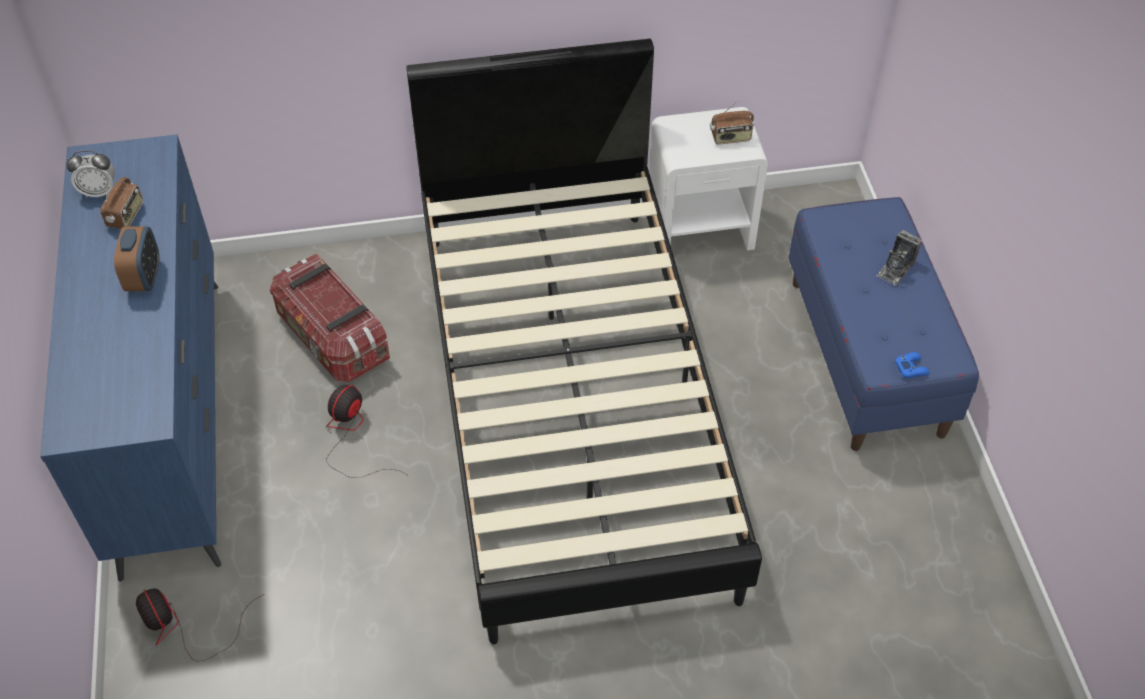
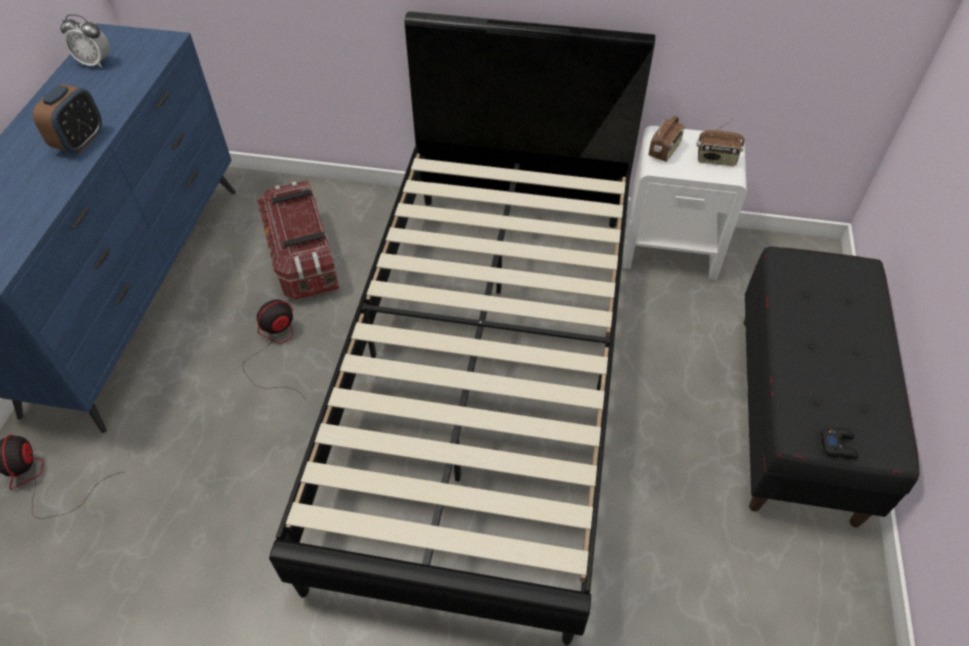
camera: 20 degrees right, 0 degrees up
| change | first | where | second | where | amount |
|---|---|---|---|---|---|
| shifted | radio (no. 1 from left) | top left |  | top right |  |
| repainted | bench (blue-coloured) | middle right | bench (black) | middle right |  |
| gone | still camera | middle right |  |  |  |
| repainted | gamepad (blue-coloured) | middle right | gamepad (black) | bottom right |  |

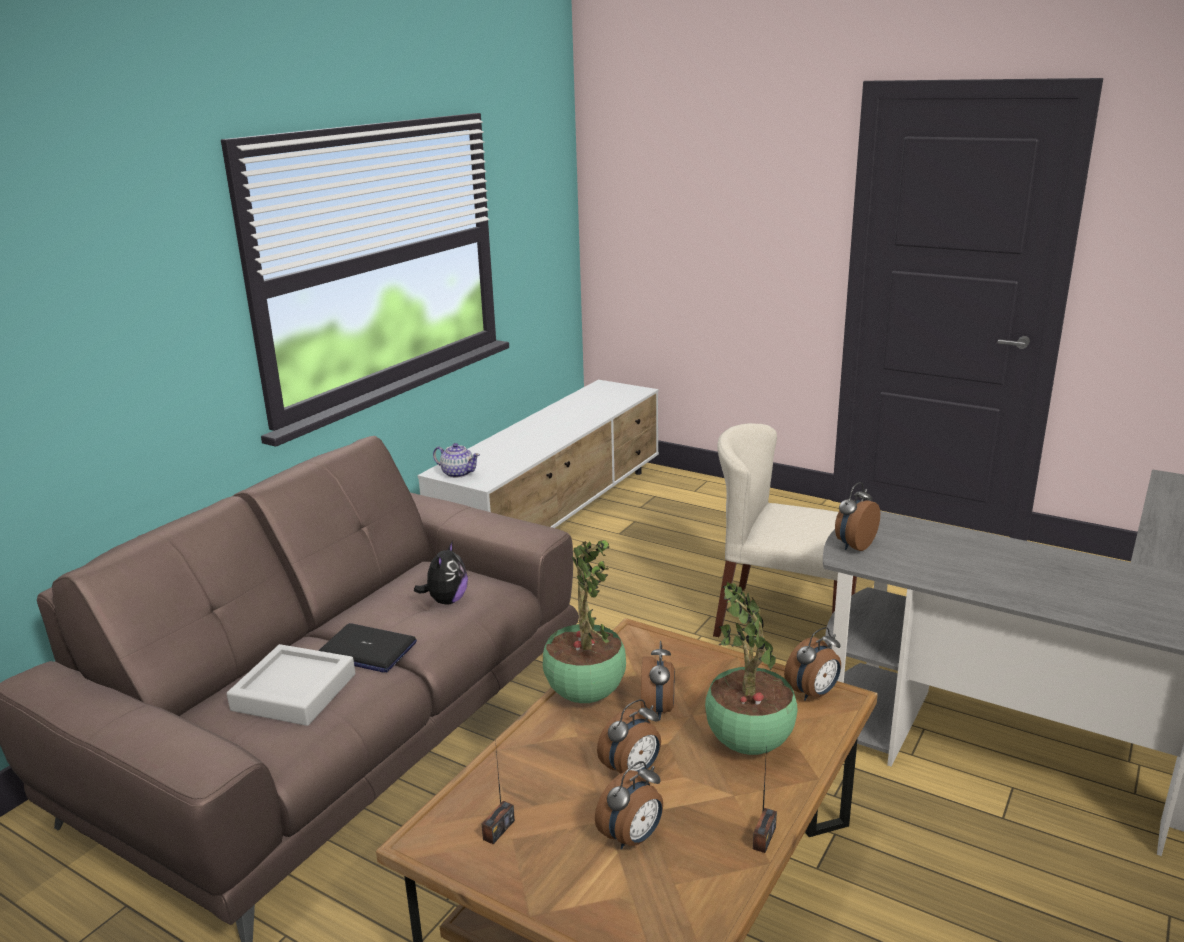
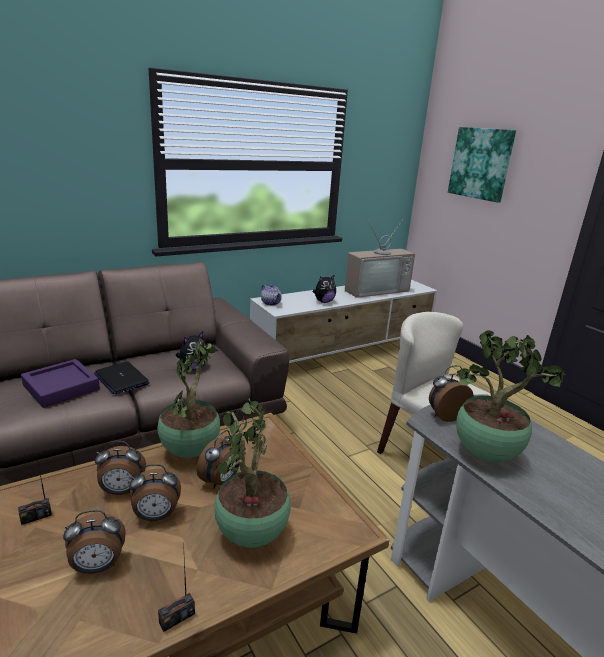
camera: 25 degrees right, 0 degrees up
| change | first | where | second | where | amount |
|---|---|---|---|---|---|
| repainted | tray (greyish) | bottom left | tray (purplish) | middle left |  |
| shifted | alarm clock (no. 4 from left in the first image) | bottom right | alarm clock (no. 2 from left) | bottom left |  |
| new |  |  | cuddly toy (no. 2 from left) | centre |  |
| new |  |  | TV set | centre |  |
| new |  |  | wall picture | top right |  |
| new |  |  | plant in a pot (no. 3 from left) | middle right |  |

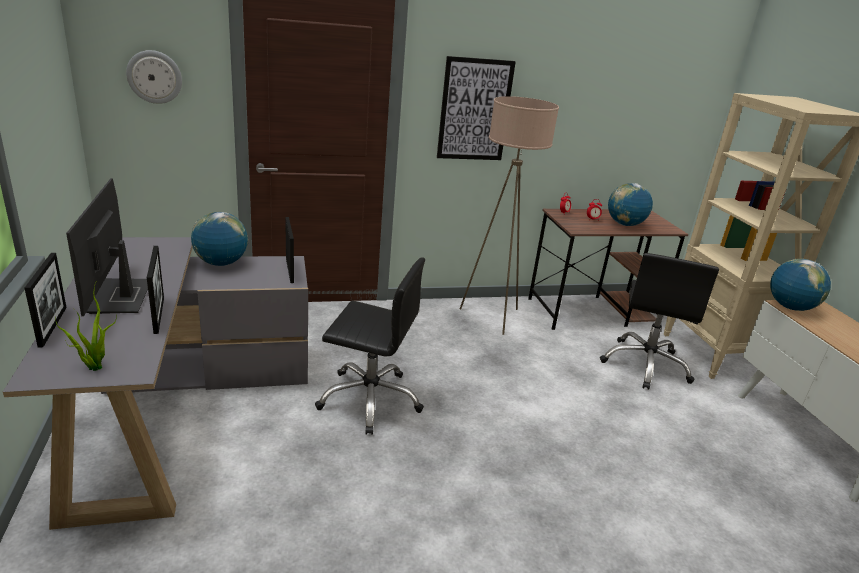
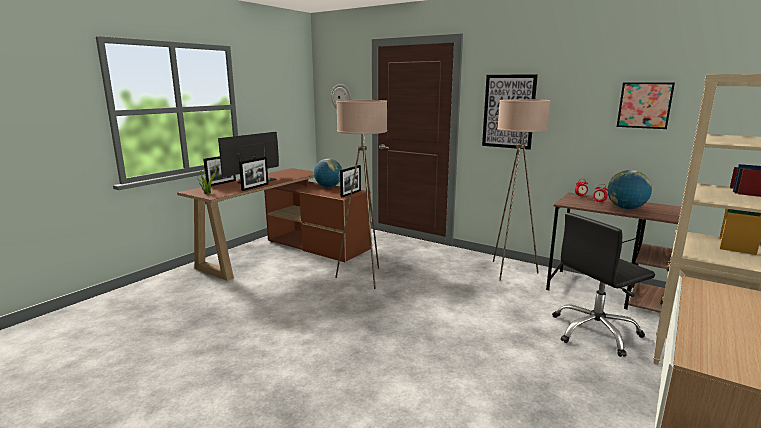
camera: 50 degrees right, 10 degrees down
| change | first | where | second | where | amount |
|---|---|---|---|---|---|
| repainted | desk table (greyish) | bottom left | desk table (brownish) (no. 1 from left) | centre |  |
| swapped | computer chair (black) (no. 1 from left) | centre | floor lamp (beige-coloured) (no. 1 from left) | centre |  |
| gone | desk globe (no. 3 from left) | middle right |  |  |  |
| new |  |  | wall picture (no. 2 from left) | top right |  |

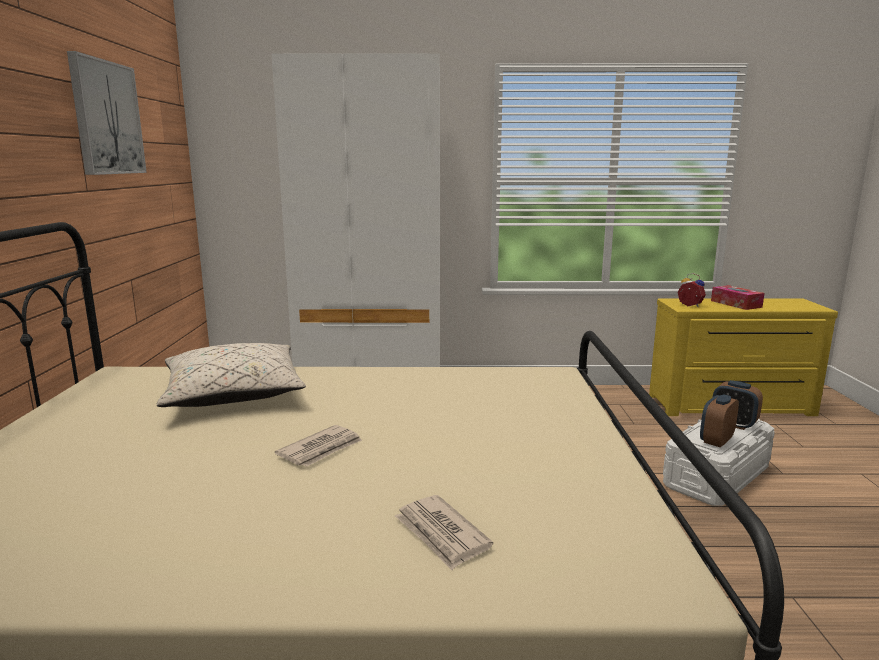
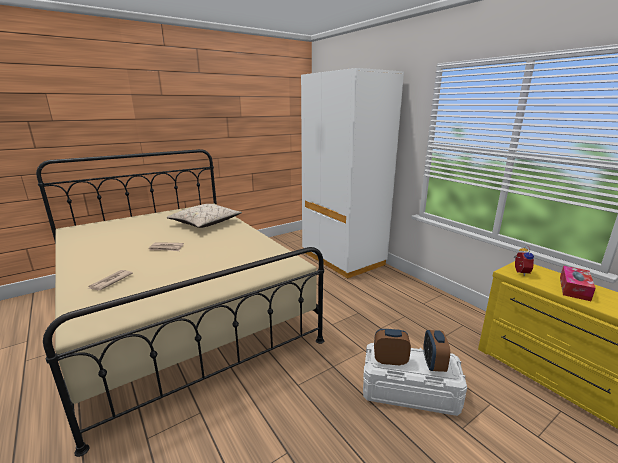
camera: 55 degrees right, 5 degrees up
| change | first | where | second | where | amount |
|---|---|---|---|---|---|
| gone | wall picture | top left |  |  |  |

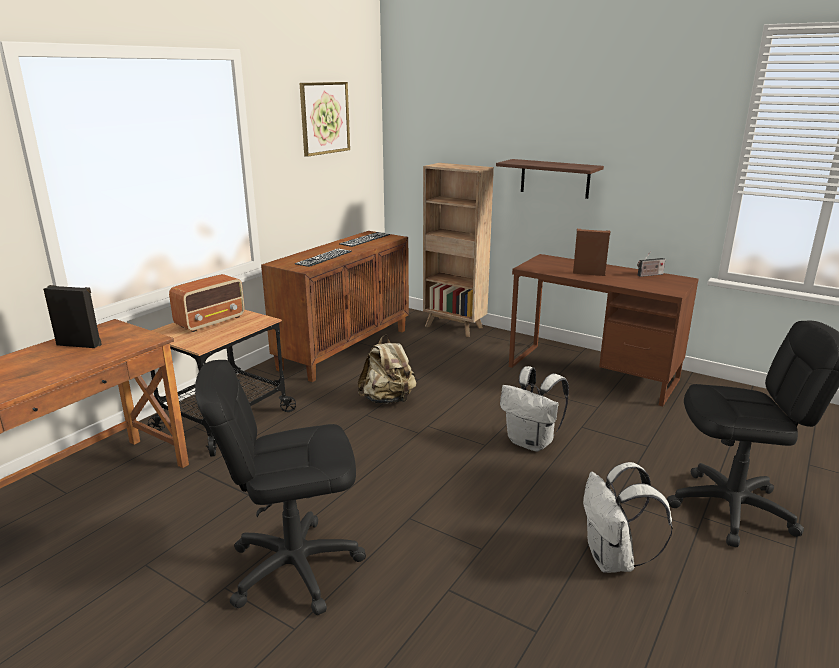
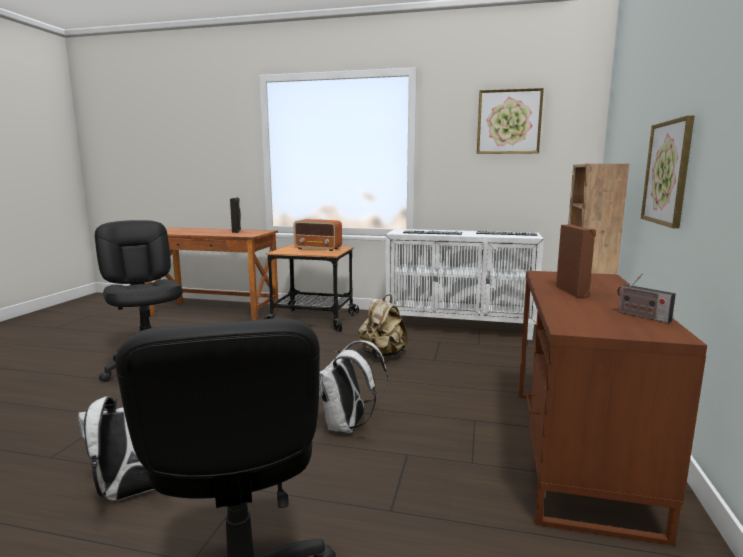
camera: 70 degrees right, 10 degrees down
| change | first | where | second | where | amount |
|---|---|---|---|---|---|
| repainted | storage cabinet (brownish) | centre | storage cabinet (white-coloured) | centre |  |
| swapped | shelf | top centre | wall picture (no. 2 from left) | top right |  |

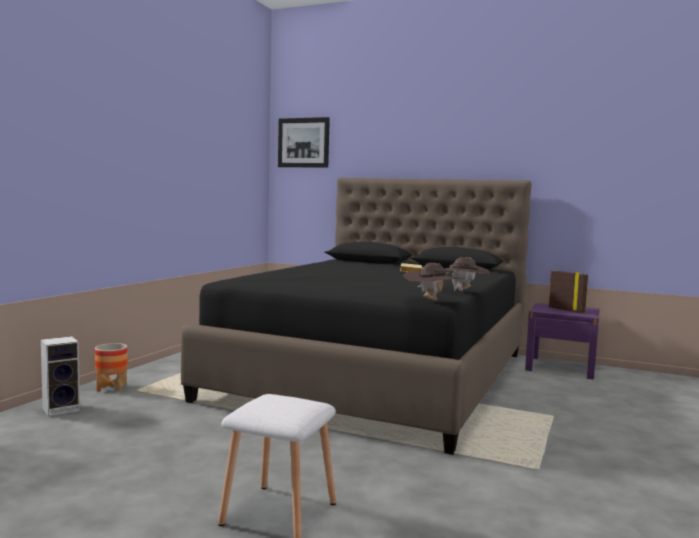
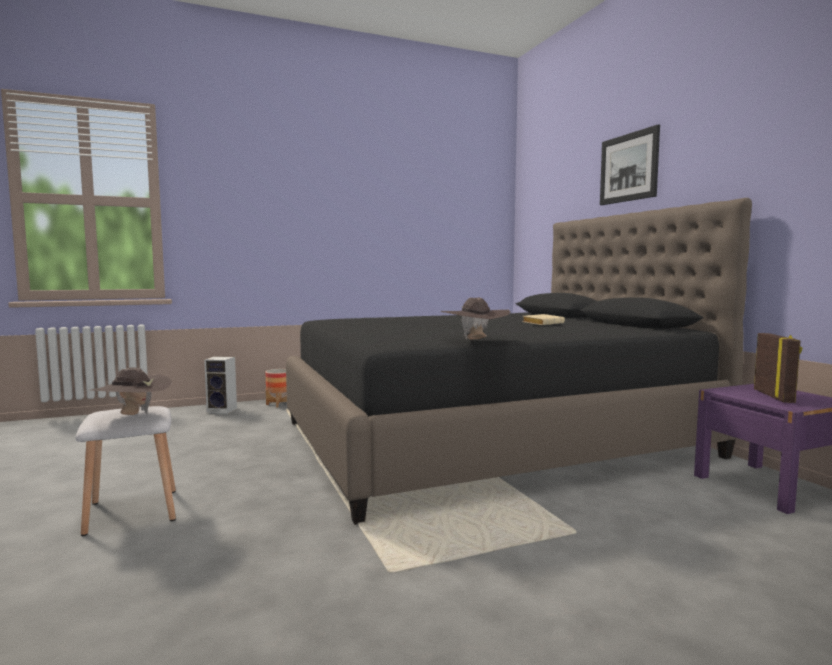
camera: 45 degrees right, 0 degrees up
| change | first | where | second | where | amount |
|---|---|---|---|---|---|
| shifted | wall picture | top centre |  | top right |  |
| shifted | wearable hat (brownish) (no. 1 from left) | centre |  | middle left |  |

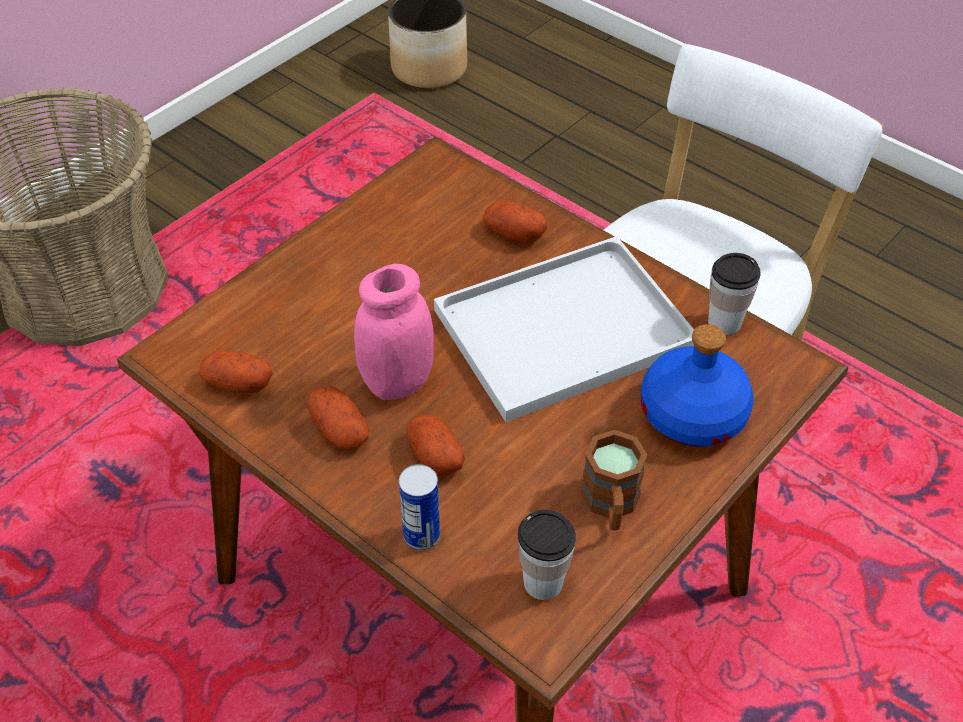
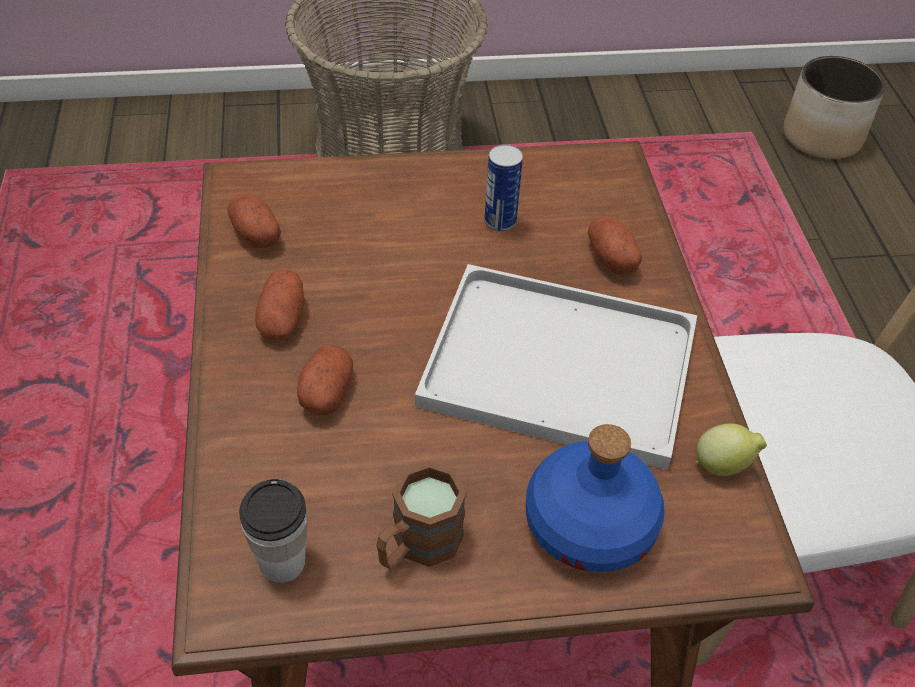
camera: 40 degrees right, 0 degrees up
| change | first | where | second | where | amount |
|---|---|---|---|---|---|
| gone | storage jar (pinkish) | centre |  |  |  |
| shifted | sealed can | bottom centre |  | top centre |  |
| swapped | drinking cup (no. 2 from left) | middle right | lemon | middle right |  |

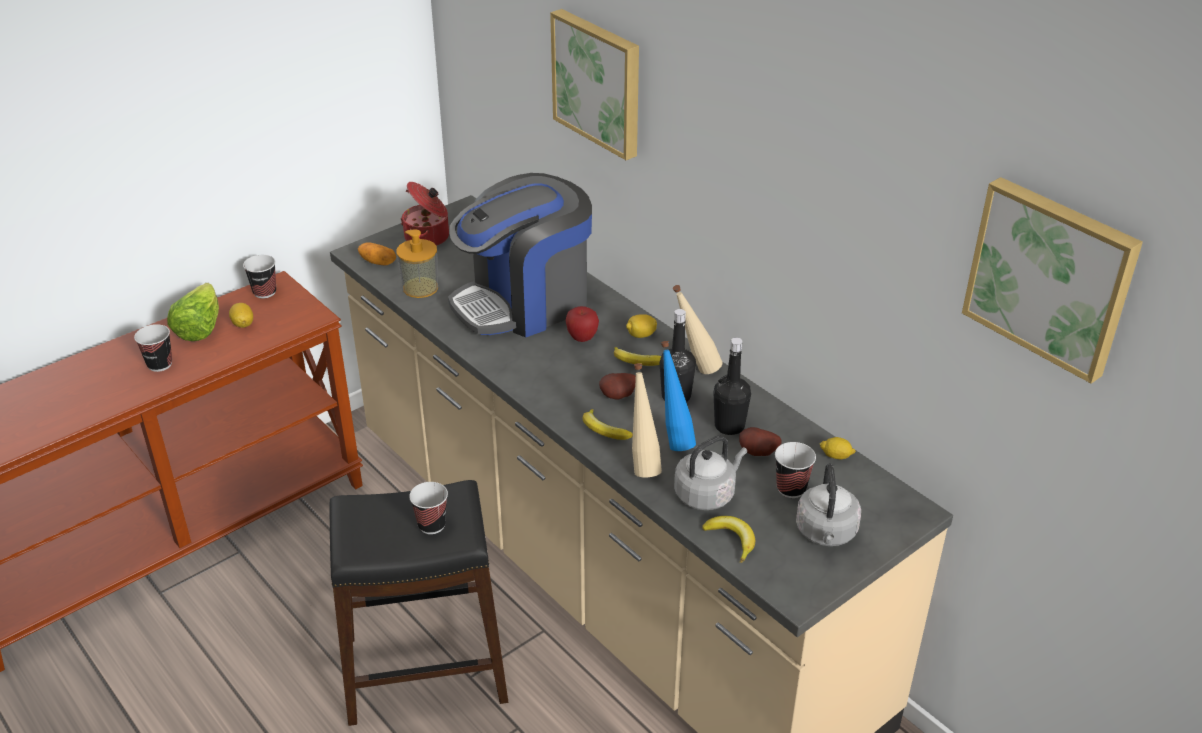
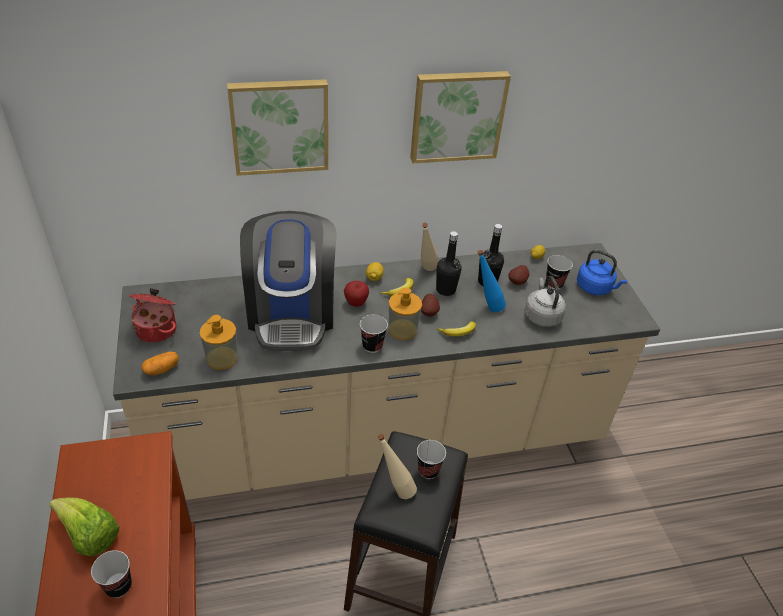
camera: 65 degrees left, 5 degrees up
| change | first | where | second | where | amount |
|---|---|---|---|---|---|
| gone | lemon (no. 1 from left) | middle left |  |  |  |
| shifted | drinking cup (no. 2 from left) | middle left |  | centre |  |
| shifted | beverage bottle (beige-coloured) (no. 1 from left) | centre |  | bottom centre |  |
| gone | whole banana (no. 3 from left) | bottom centre |  |  |  |
| repainted | kettle (greyish) (no. 2 from left) | bottom right | kettle (blue-coloured) | middle right |  |
| shifted | wall picture (no. 2 from left) | middle right |  | top centre |  |
| new |  |  | liquid soap bottle (no. 2 from left) | centre |  |

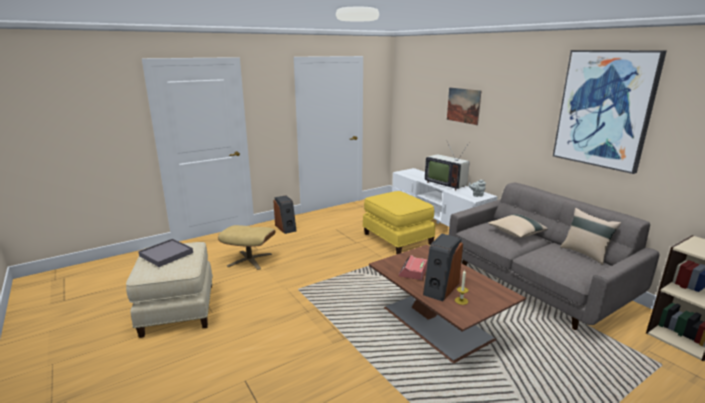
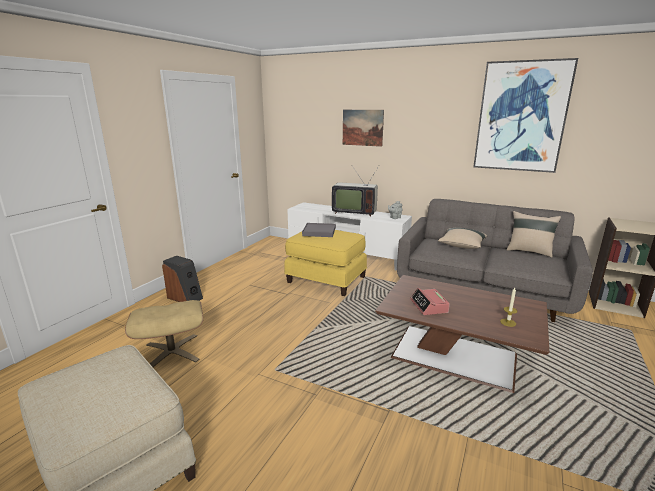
camera: 30 degrees left, 0 degrees up
| change | first | where | second | where | amount |
|---|---|---|---|---|---|
| shifted | tray (greyish) | middle left |  | centre |  |
| gone | speaker (no. 2 from left) | centre |  |  |  |

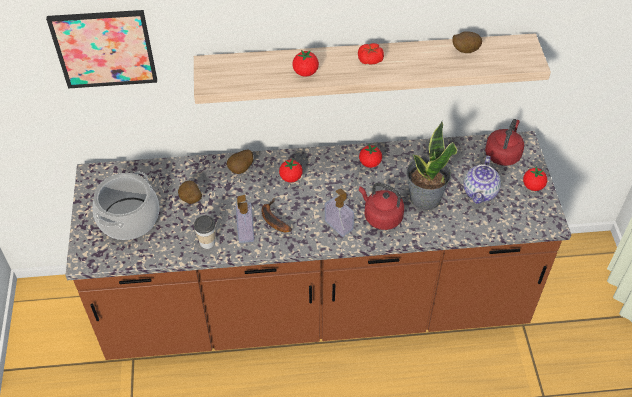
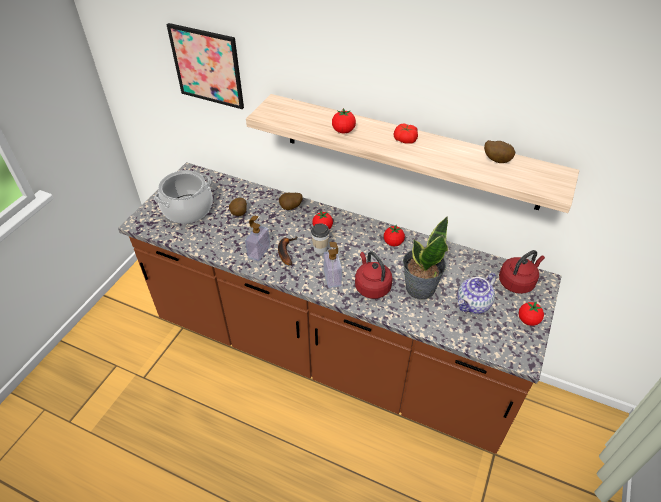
camera: 30 degrees right, 5 degrees down
| change | first | where | second | where | amount |
|---|---|---|---|---|---|
| shifted | drinking cup | middle left |  | centre |  |

